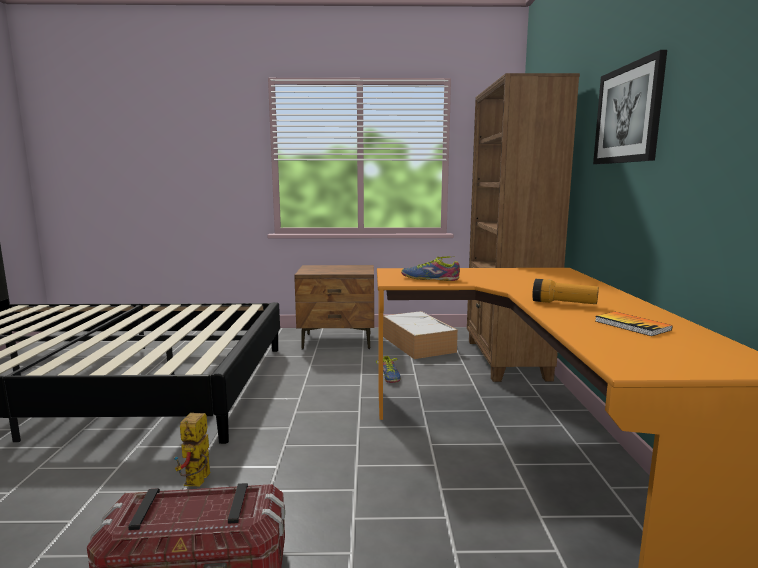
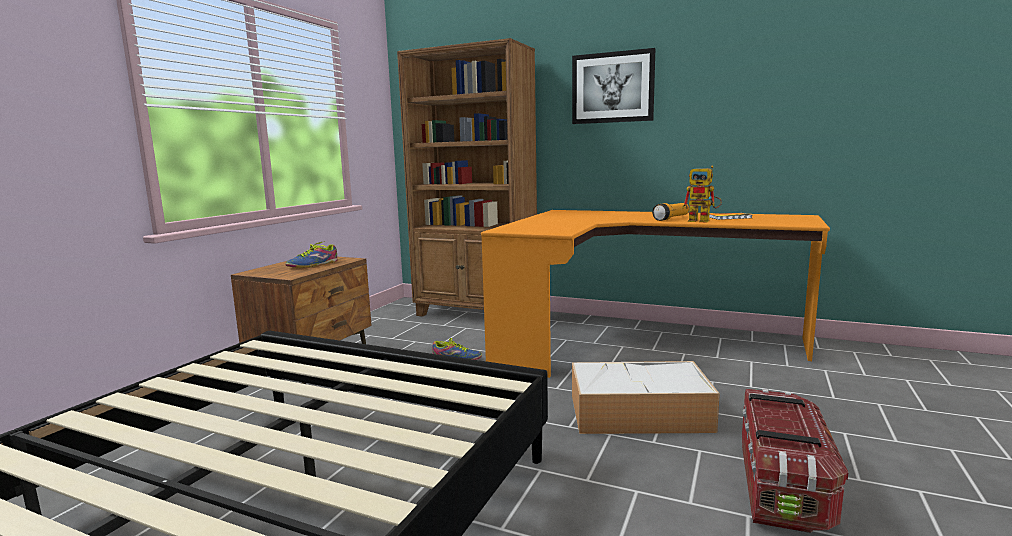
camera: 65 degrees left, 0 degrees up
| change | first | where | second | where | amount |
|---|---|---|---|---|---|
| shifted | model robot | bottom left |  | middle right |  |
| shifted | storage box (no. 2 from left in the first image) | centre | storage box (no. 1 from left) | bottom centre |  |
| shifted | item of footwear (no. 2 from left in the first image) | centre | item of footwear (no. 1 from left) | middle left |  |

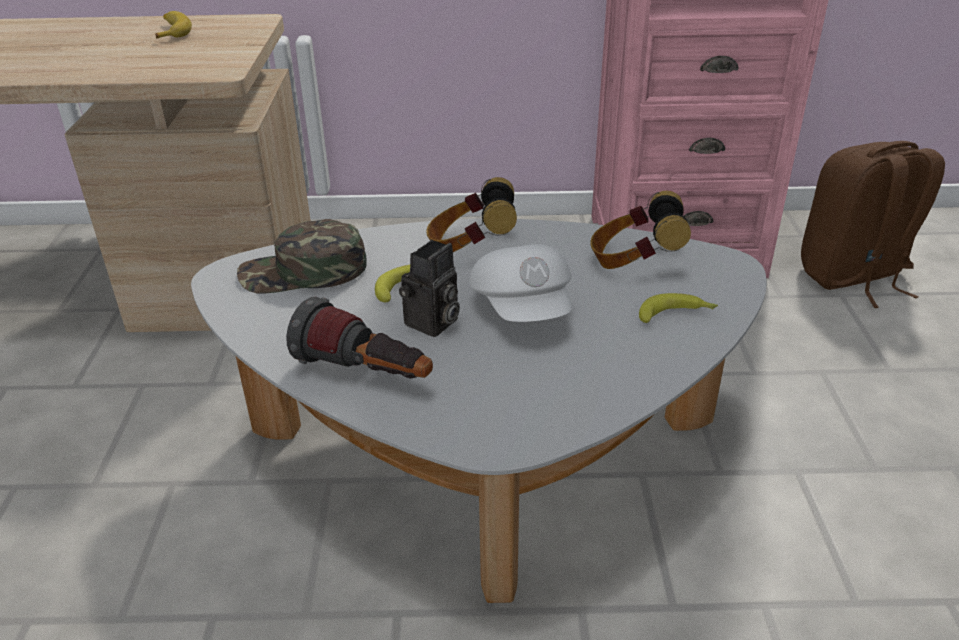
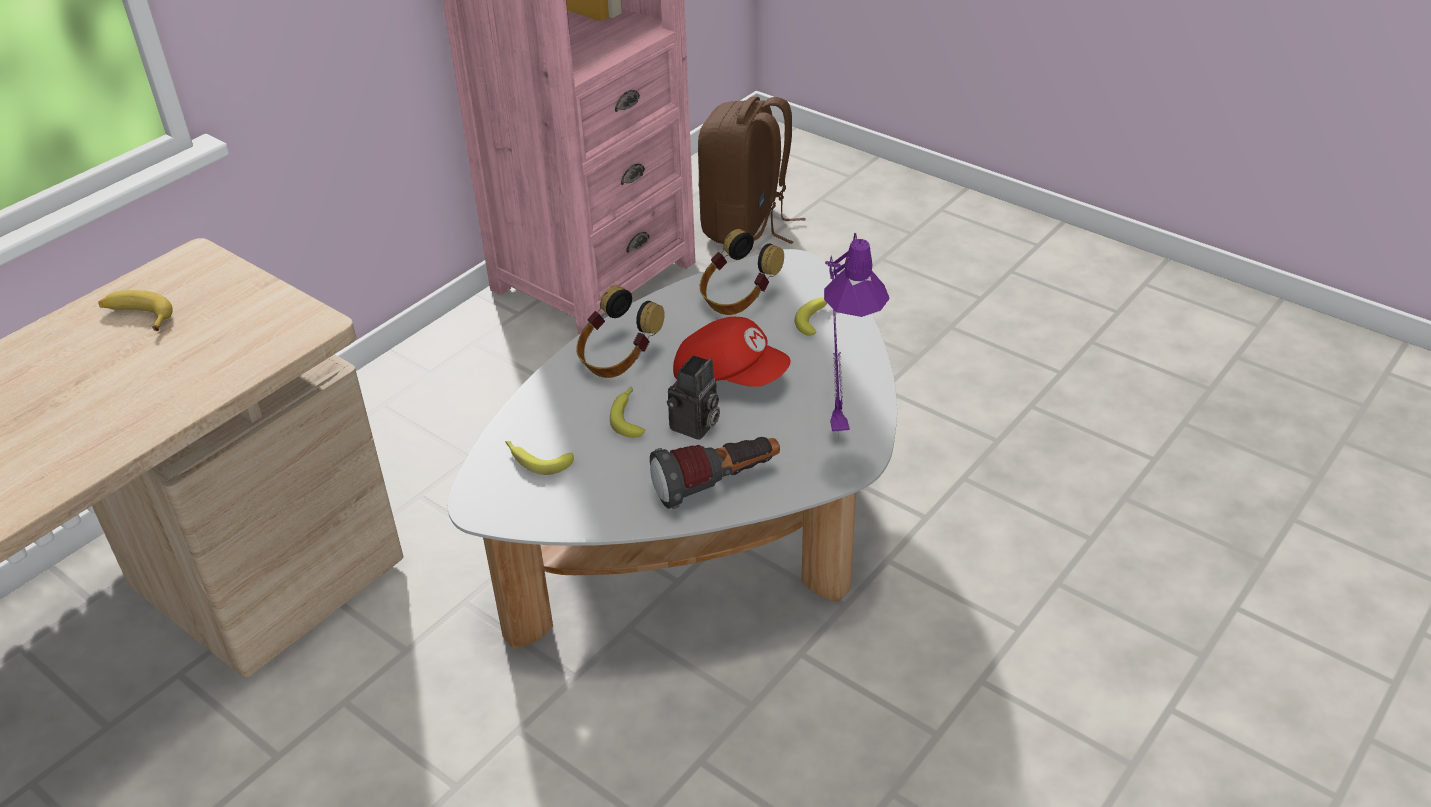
camera: 50 degrees left, 5 degrees up
| change | first | where | second | where | amount |
|---|---|---|---|---|---|
| swapped | baseball cap (greenish) | middle left | whole banana (no. 2 from left) | centre |  |
| rotated | still camera | centre |  | centre | 45 degrees clockwise |
| repainted | baseball cap (white-coloured) | centre | baseball cap (red) | centre |  |
| new |  |  | table lamp (purplish) | centre |  |

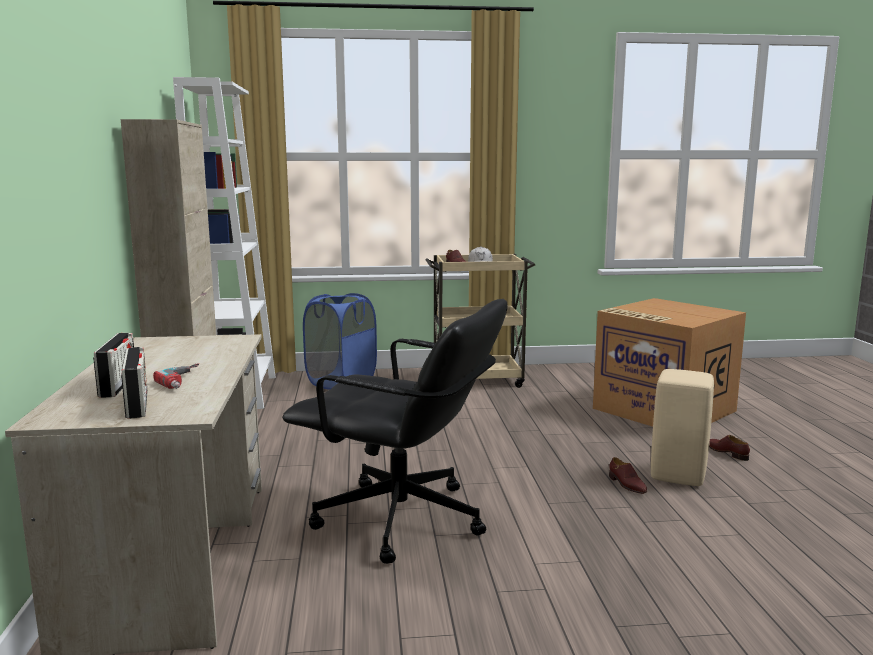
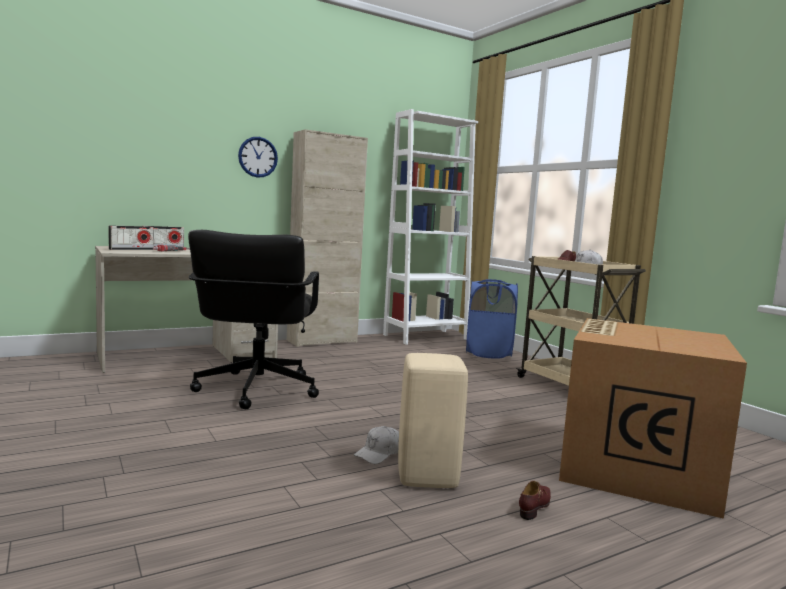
camera: 65 degrees right, 5 degrees down
| change | first | where | second | where | amount |
|---|---|---|---|---|---|
| swapped | item of footwear (brownish) (no. 2 from left) | bottom right | baseball cap (white-coloured) (no. 1 from left) | bottom centre |  |
| new |  |  | wall clock | top left |  |

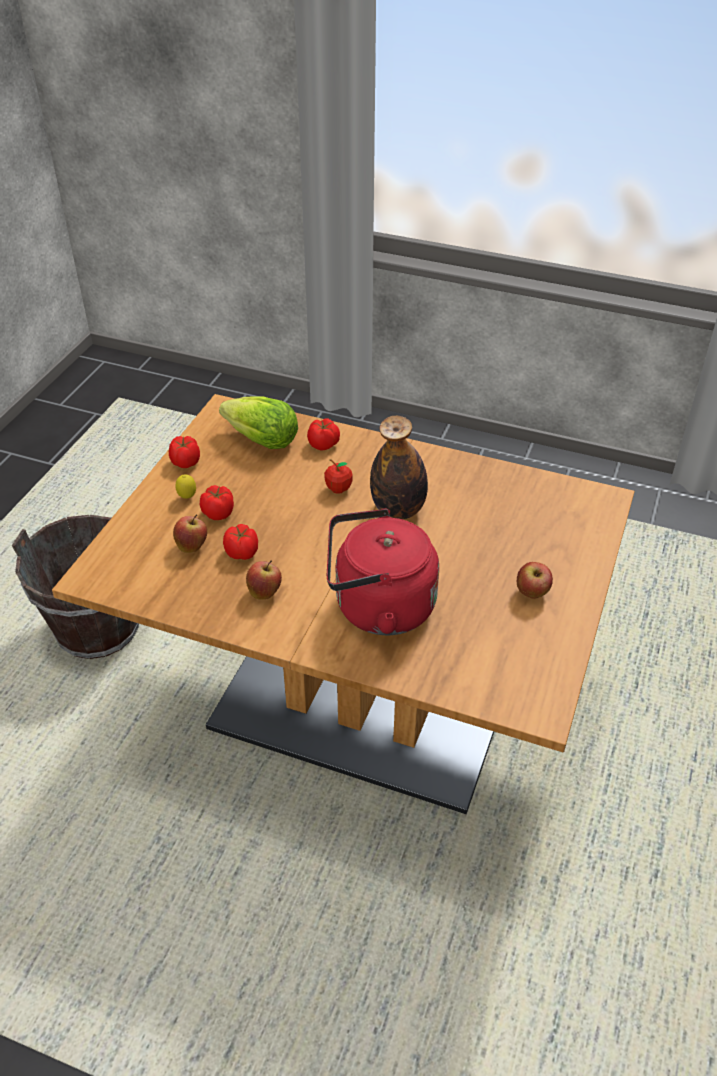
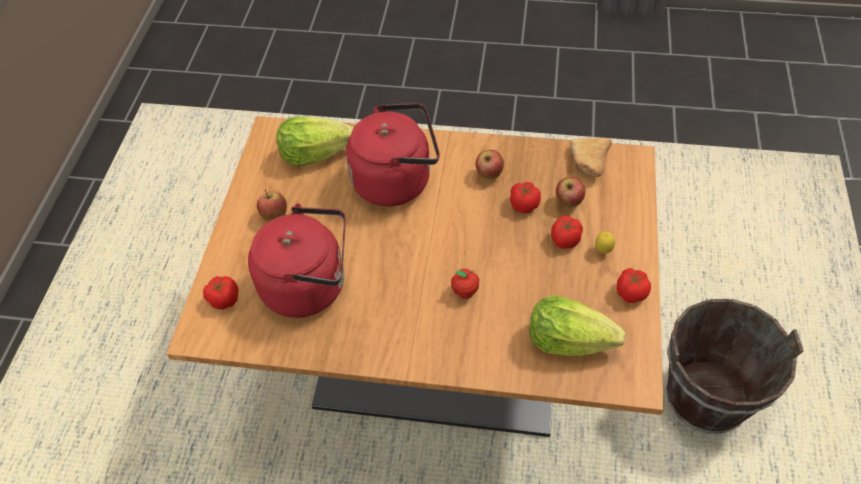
camera: 170 degrees right, 10 degrees up
| change | first | where | second | where | amount |
|---|---|---|---|---|---|
| shifted | fresh tomato (no. 4 from left in the first image) | centre | fresh tomato (no. 1 from left) | middle left |  |
| gone | beverage bottle | centre |  |  |  |
| new |  |  | kettle (red) (no. 1 from left) | centre |  |
| new |  |  | lettuce head (no. 1 from left) | top centre |  |
| new |  |  | bakery bread | top right |  |

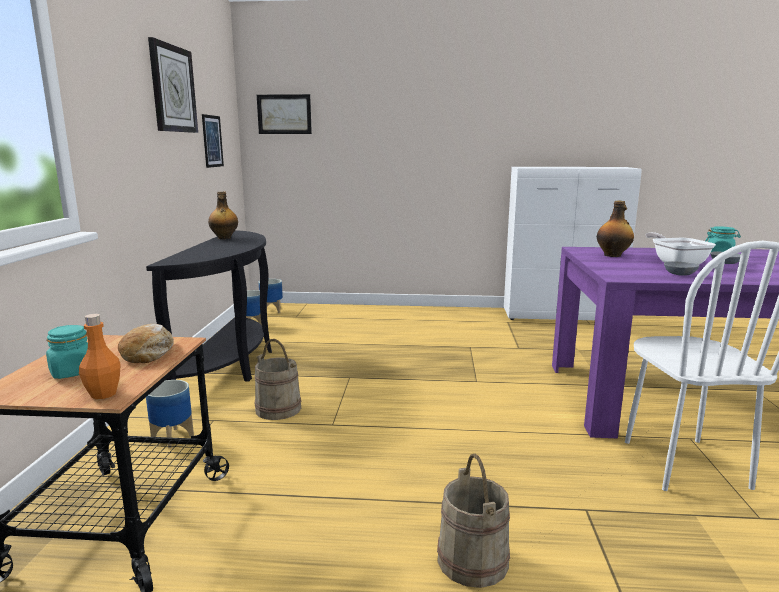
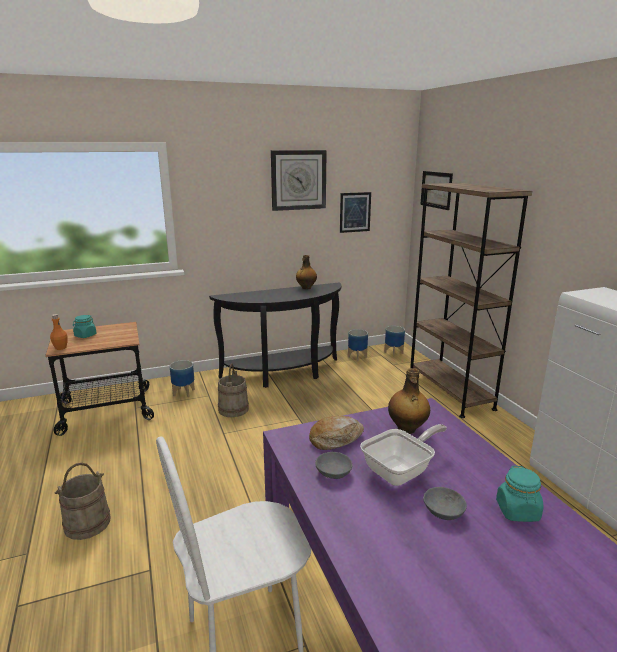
camera: 65 degrees right, 5 degrees up
| change | first | where | second | where | amount |
|---|---|---|---|---|---|
| shifted | bakery bread | middle left |  | centre |  |
| new |  |  | bookcase (brownish) | middle right |  |

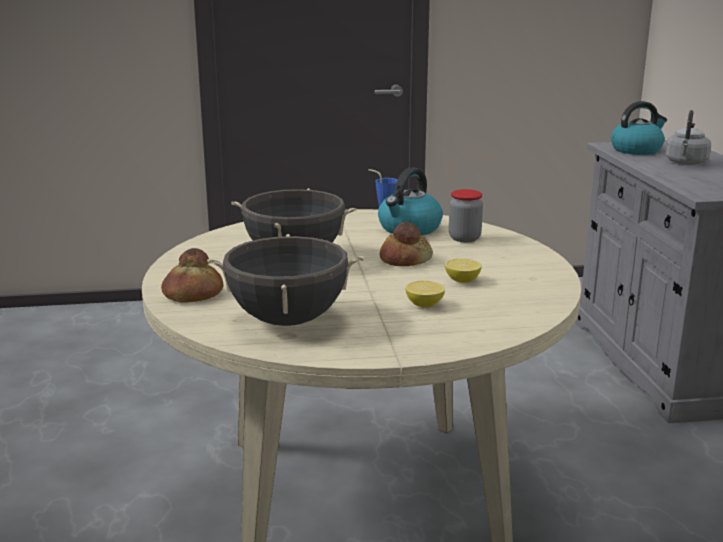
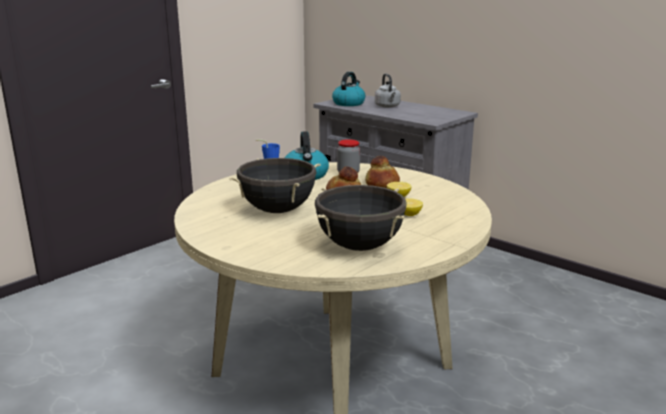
camera: 40 degrees left, 0 degrees up
| change | first | where | second | where | amount |
|---|---|---|---|---|---|
| shifted | bakery bread (no. 1 from left in the first image) | middle left | bakery bread (no. 2 from left) | centre |  |

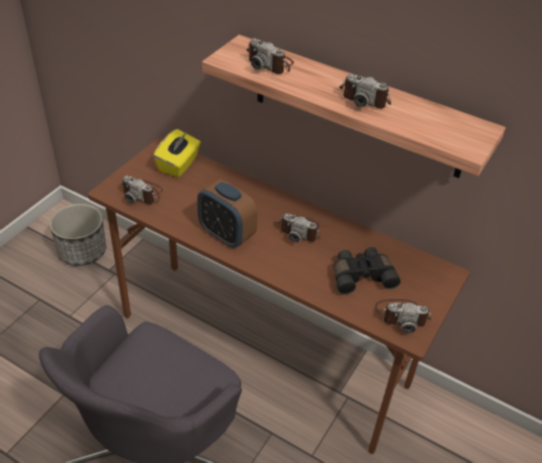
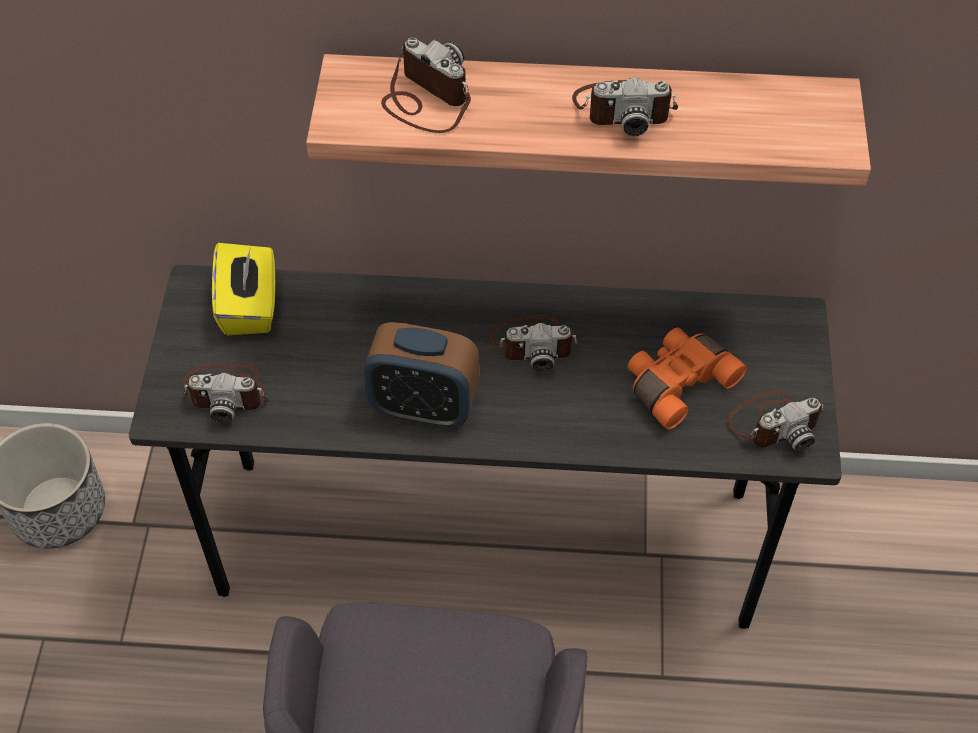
camera: 25 degrees left, 10 degrees up
| change | first | where | second | where | amount |
|---|---|---|---|---|---|
| repainted | desk table (brownish) | centre | desk table (greyish) | centre |  |
| rotated | still camera (no. 2 from left) | top centre |  | top centre | 150 degrees counterclockwise |
| repainted | binoculars (black) | middle right | binoculars (orangey) | middle right |  |

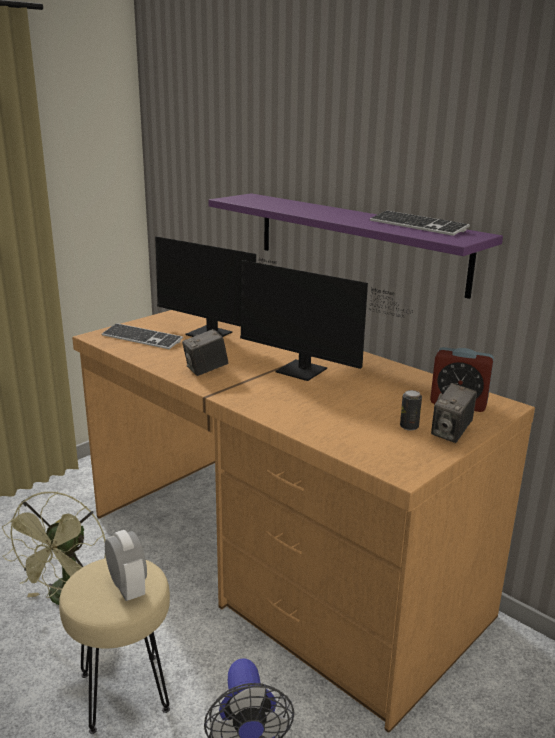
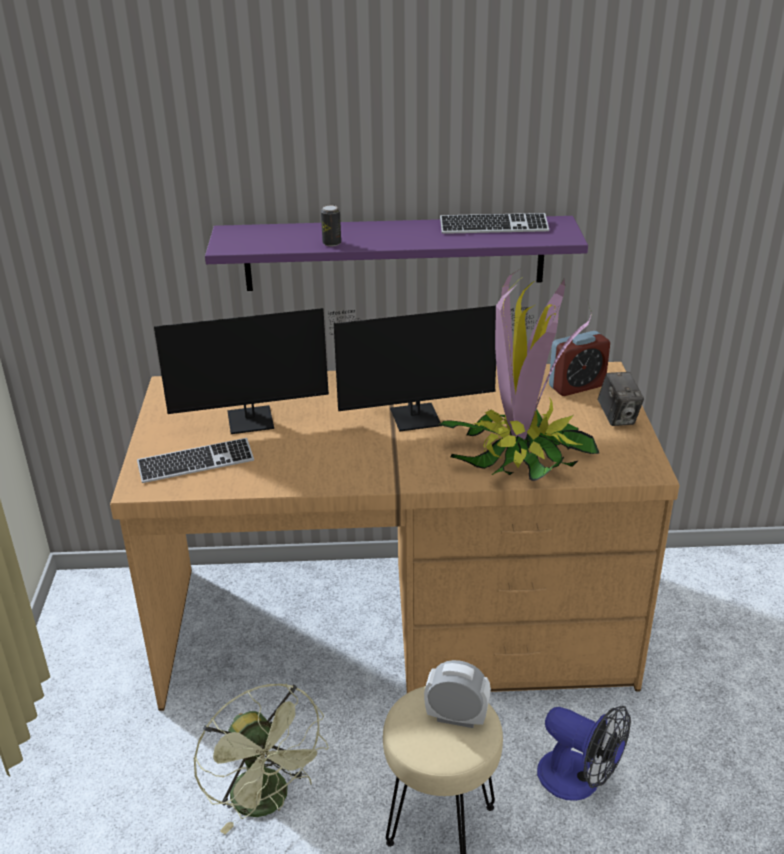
camera: 45 degrees left, 10 degrees up
| change | first | where | second | where | amount |
|---|---|---|---|---|---|
| gone | still camera (no. 1 from left) | centre |  |  |  |
| shifted | sealed can | middle right |  | top centre |  |
| new |  |  | plant in a pot | centre |  |

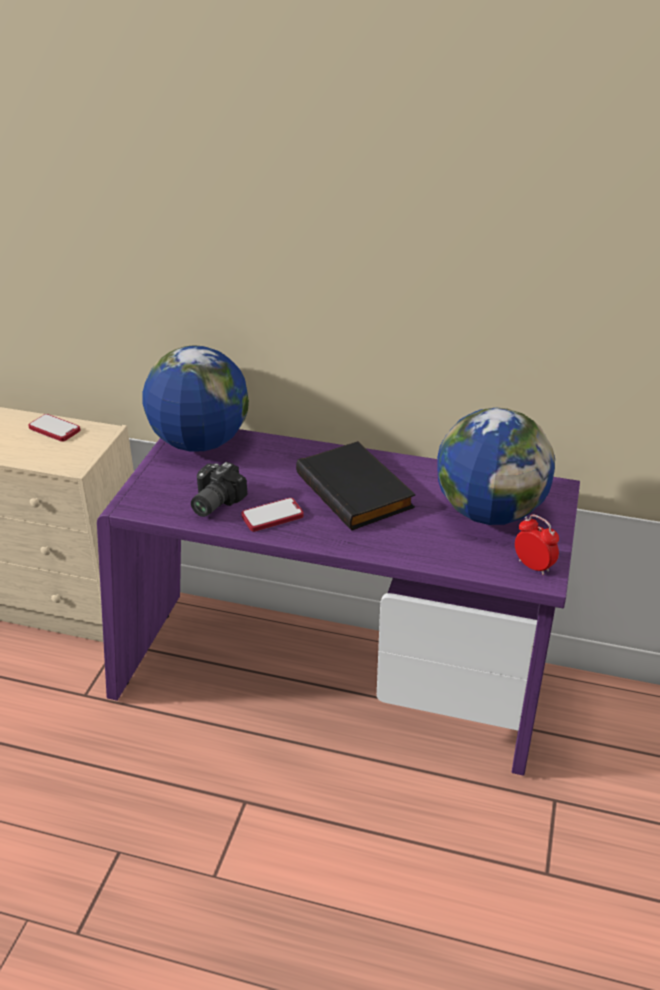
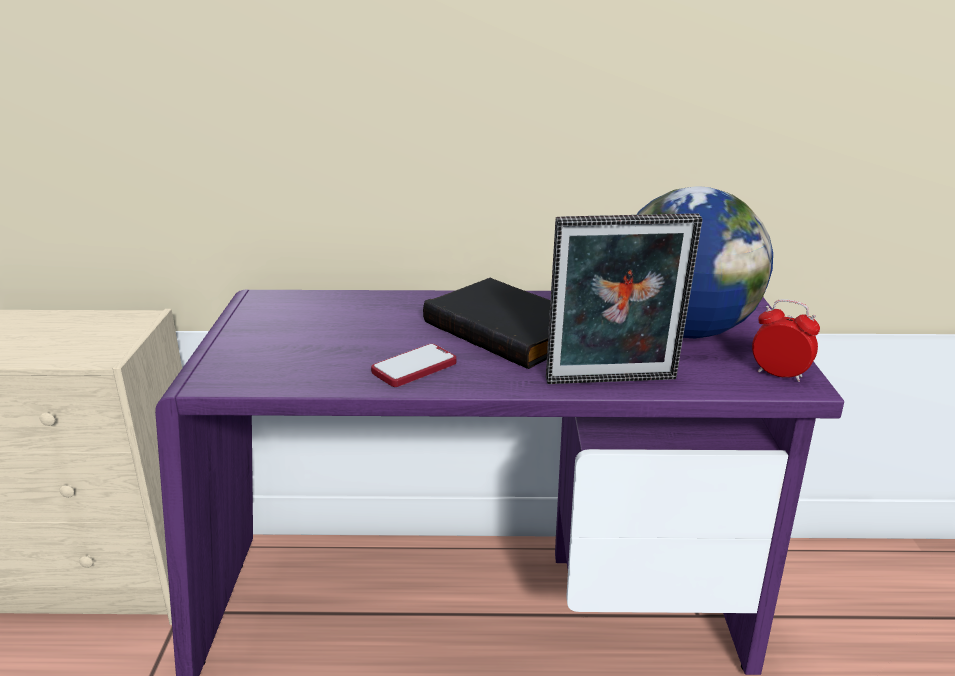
camera: 15 degrees left, 10 degrees down
| change | first | where | second | where | amount |
|---|---|---|---|---|---|
| gone | phone (no. 1 from left) | middle left |  |  |  |
| gone | desk globe (no. 1 from left) | middle left |  |  |  |
| gone | still camera | middle left |  |  |  |
| new |  |  | photo frame | centre |  |

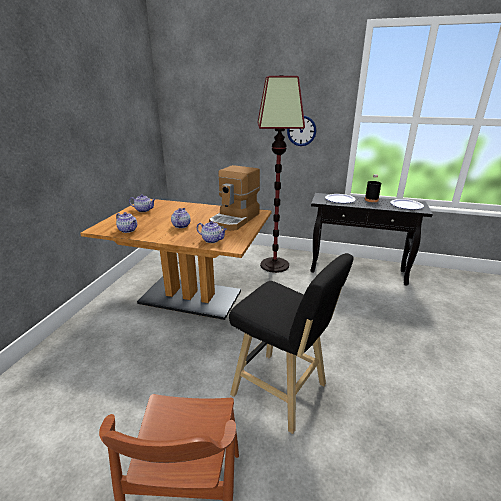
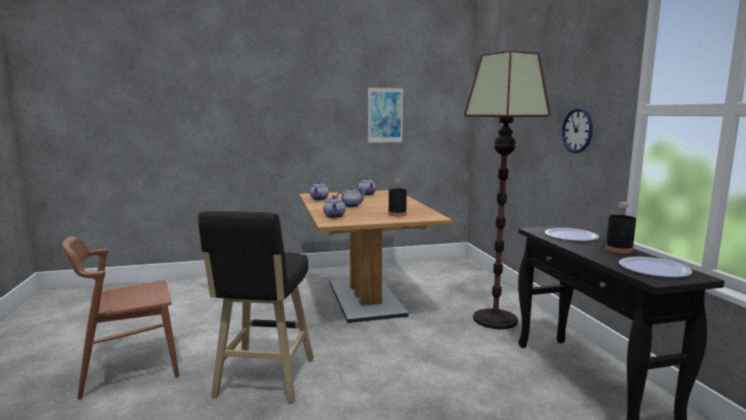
camera: 60 degrees right, 15 degrees down
| change | first | where | second | where | amount |
|---|---|---|---|---|---|
| swapped | coffee maker | centre | beverage bottle (black) (no. 1 from left) | centre |  |
| new |  |  | wall picture | top centre |  |

